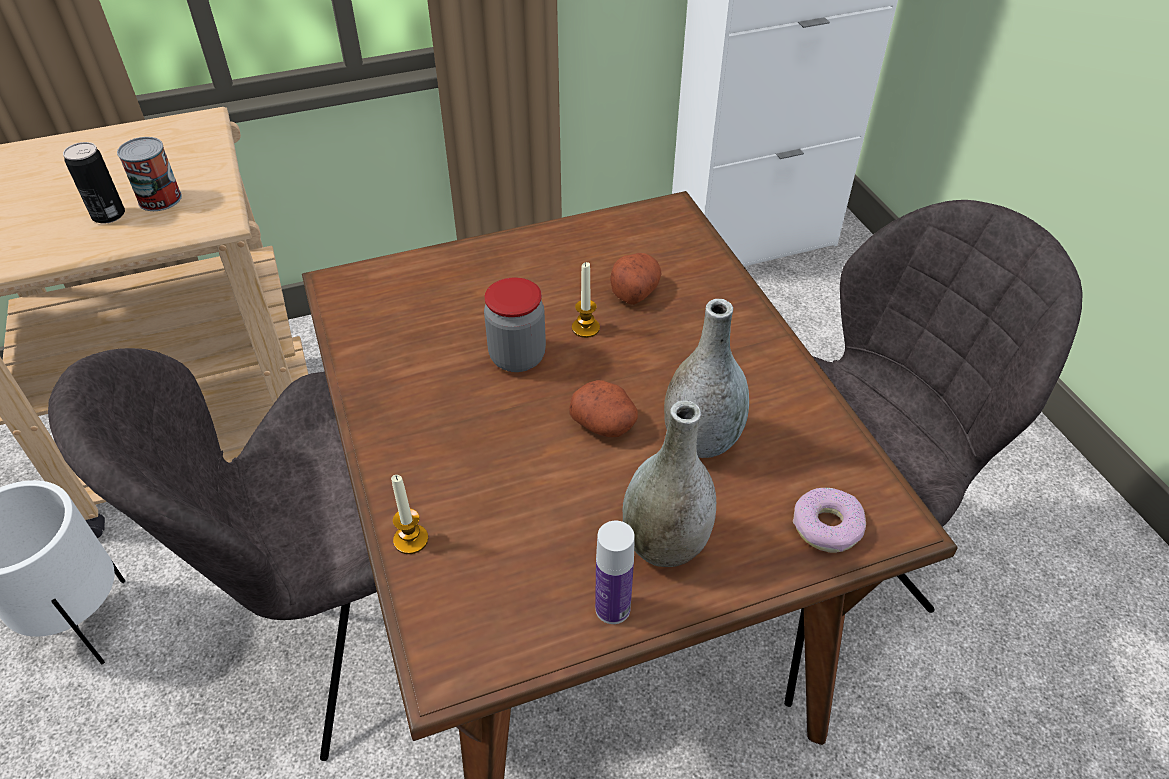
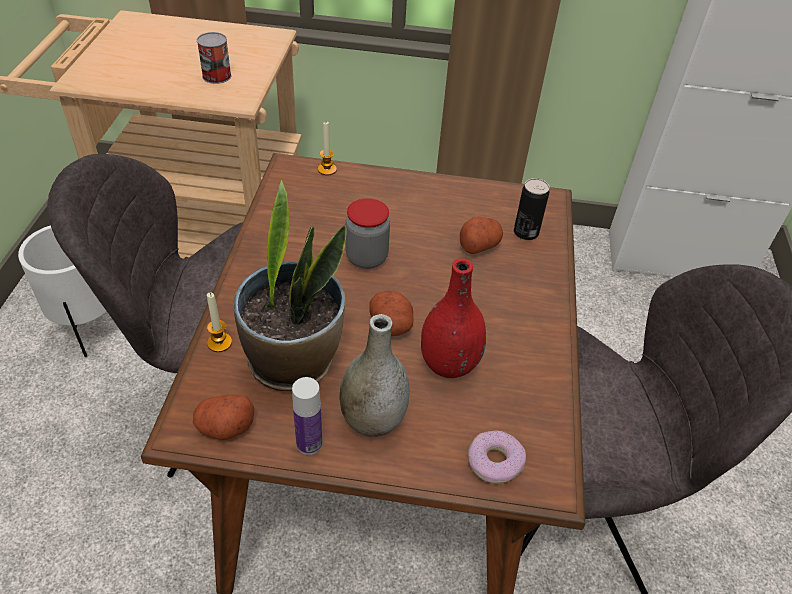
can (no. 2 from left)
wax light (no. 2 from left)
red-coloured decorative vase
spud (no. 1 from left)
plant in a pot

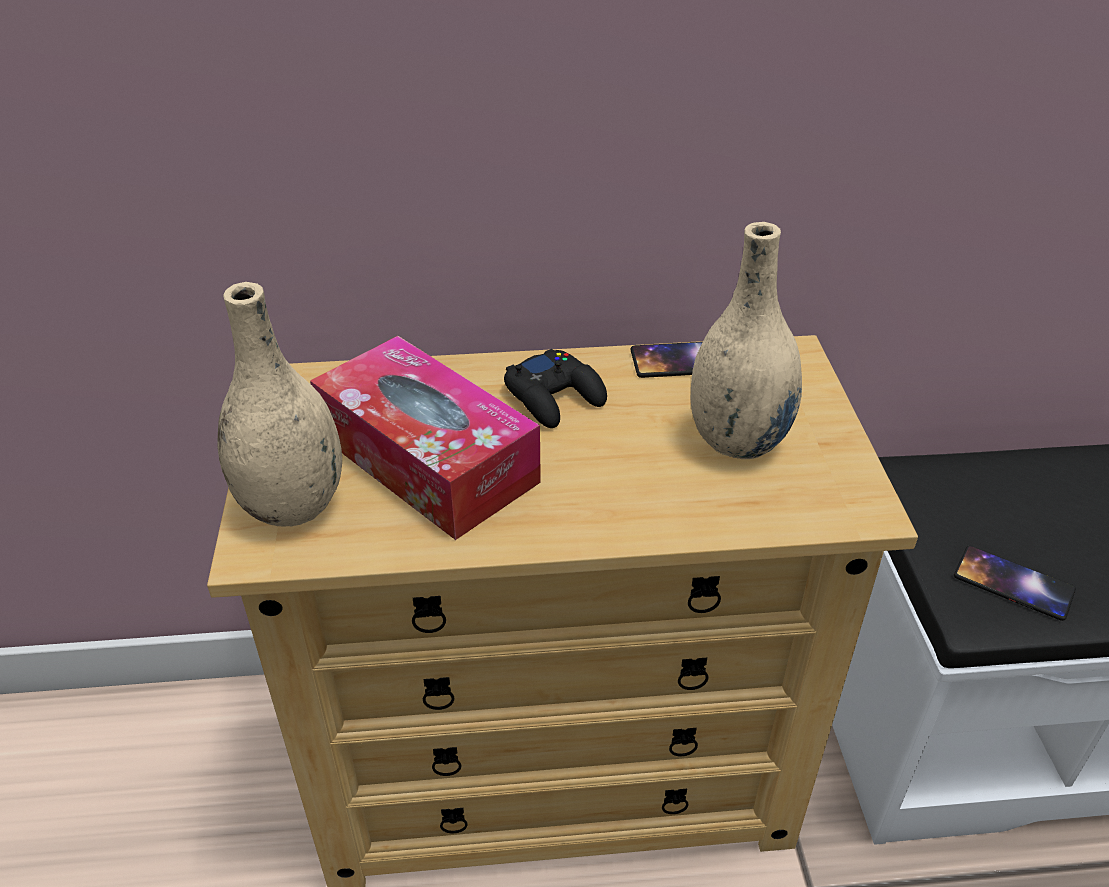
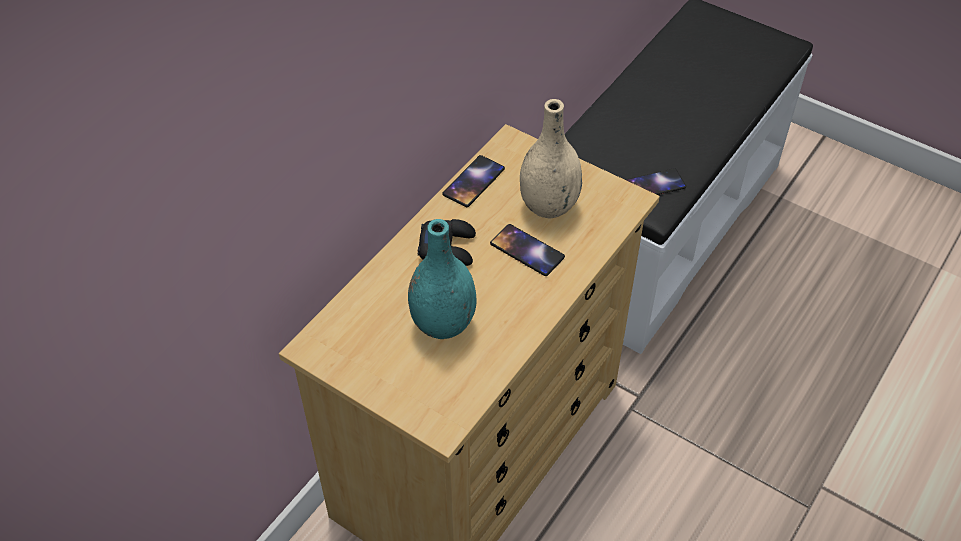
sand-coloured decorative vase (no. 1 from left in the first image)
blue-green decorative vase
handset (no. 2 from left)

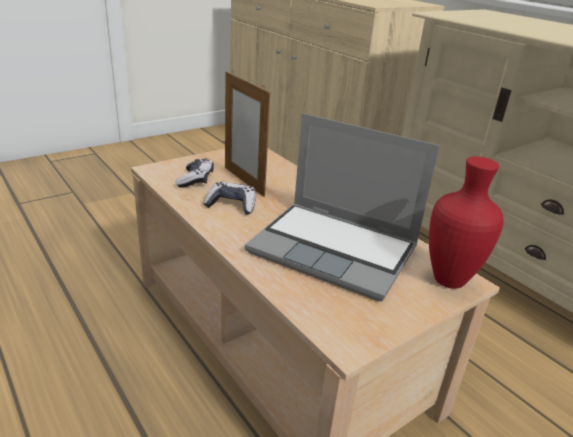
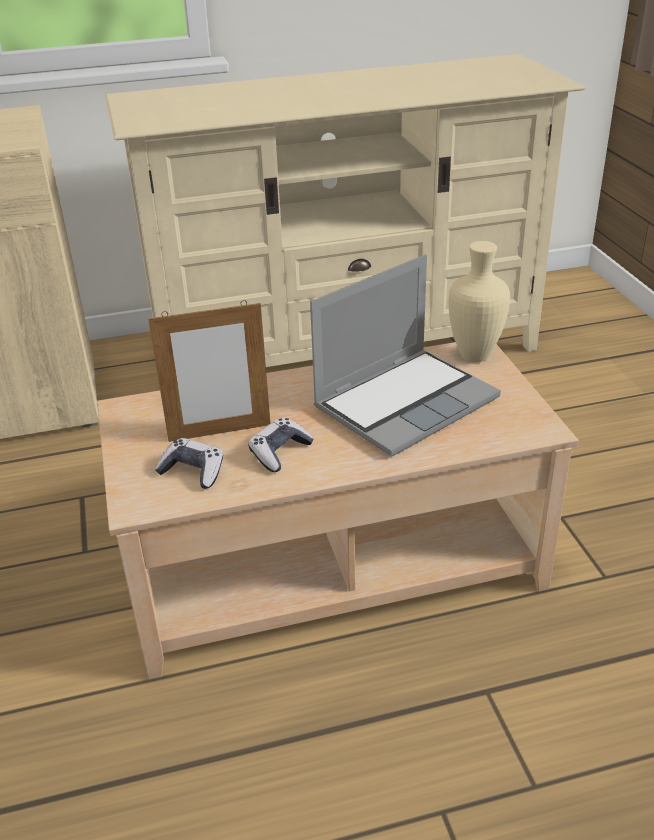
sand-coloured decorative vase

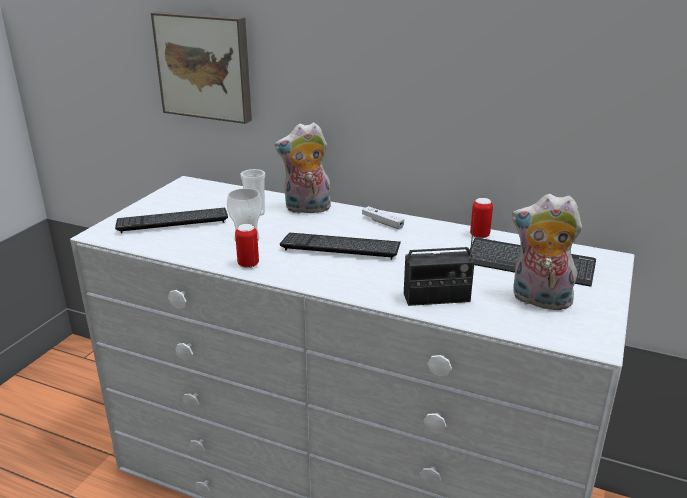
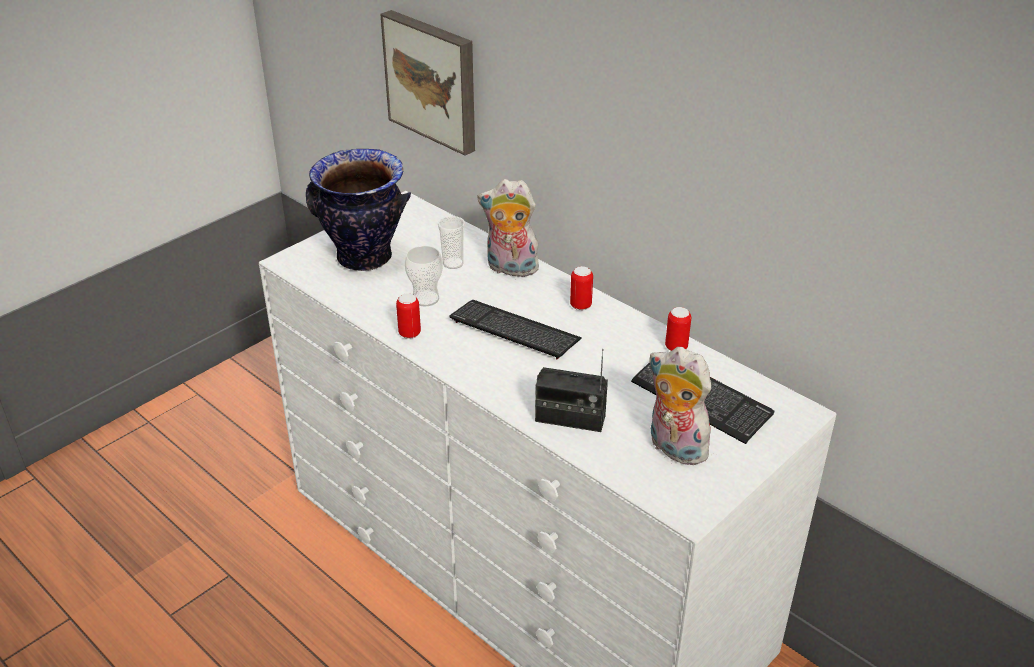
decorative vase
can (no. 2 from left)

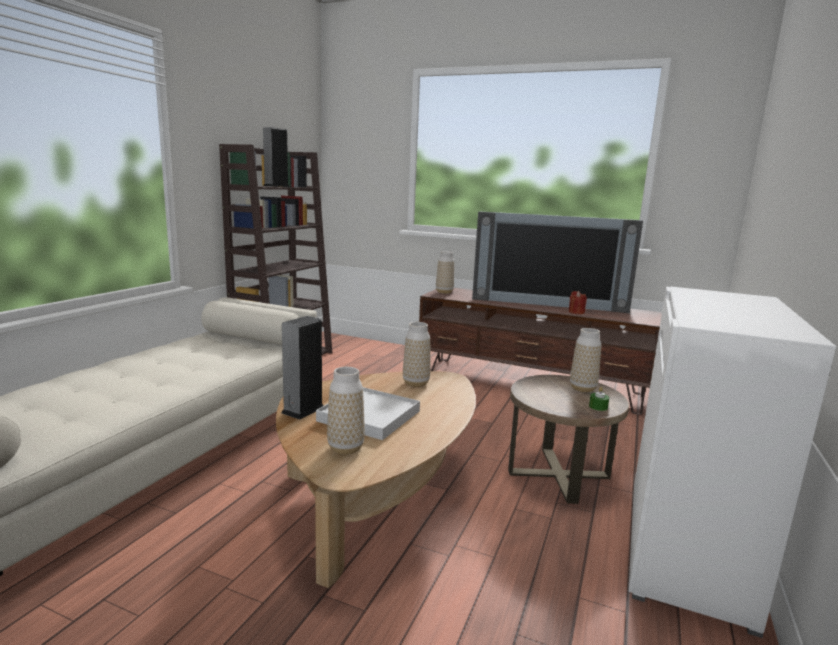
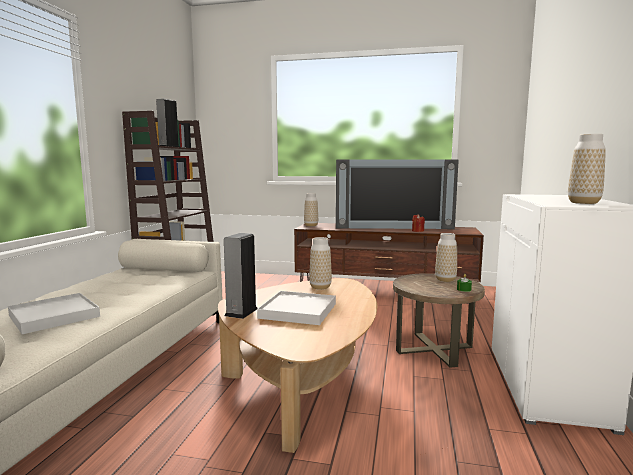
decorative vase (no. 4 from left)
white-coloured serving tray (no. 1 from left)

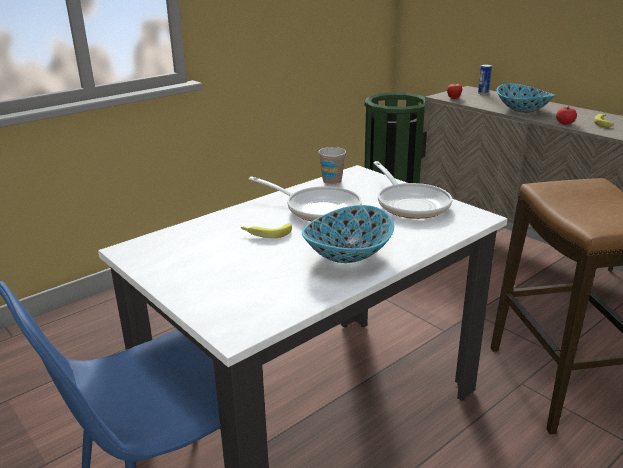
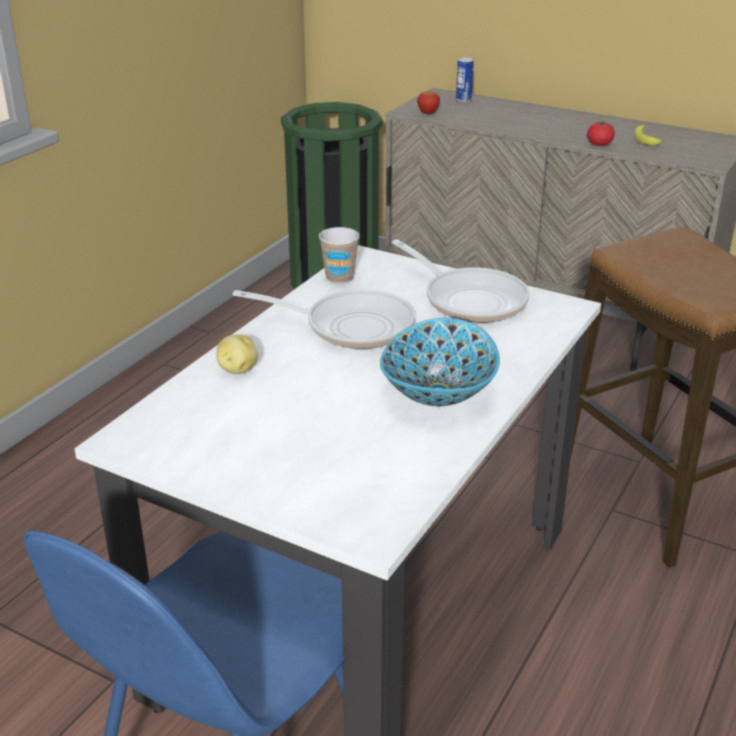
whole banana (no. 1 from left in the first image)
serving bowl (no. 2 from left in the first image)
spud

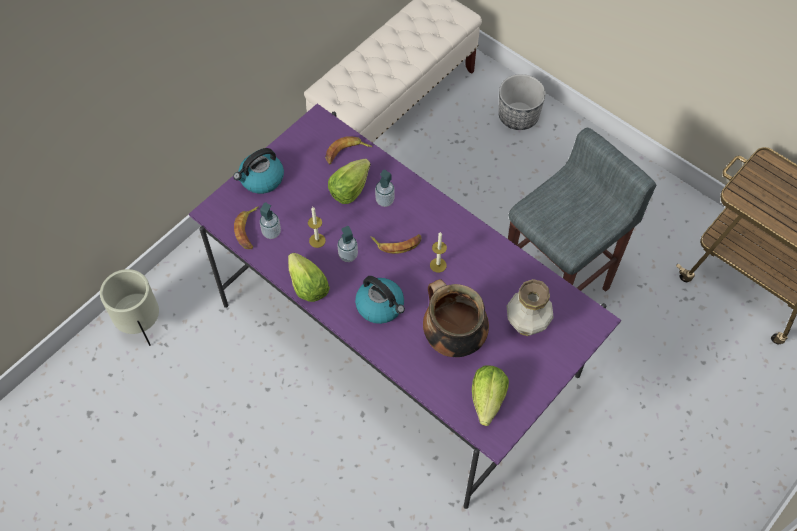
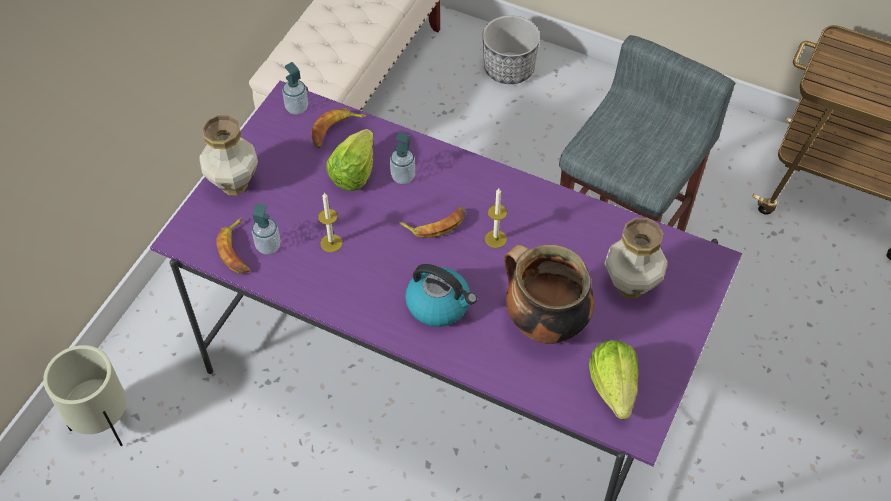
decorative vase (no. 1 from left)
head of lettuce (no. 1 from left in the first image)
soap bottle (no. 2 from left)

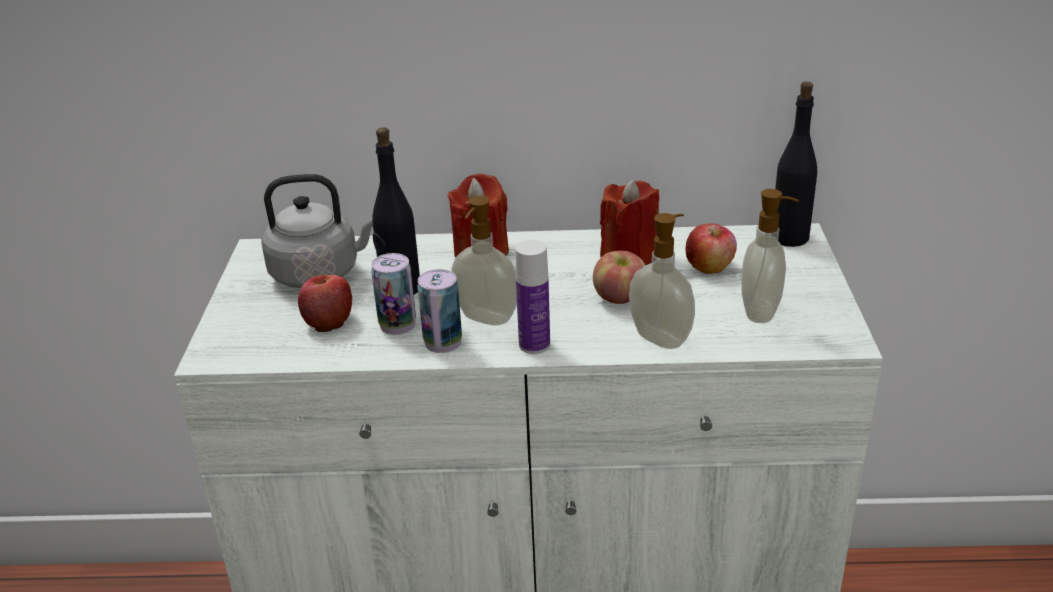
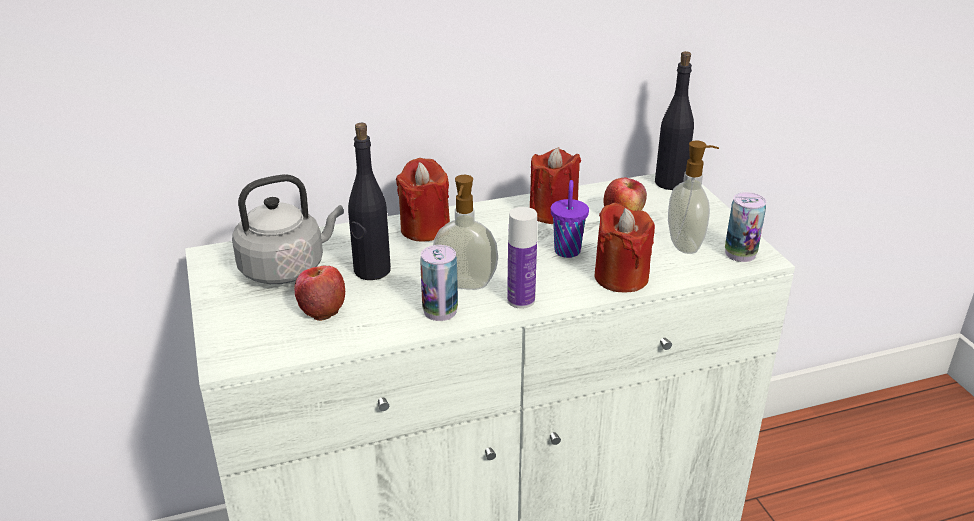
can (no. 2 from left)
purple-coloured small cup
red-coloured wax light (no. 3 from left)

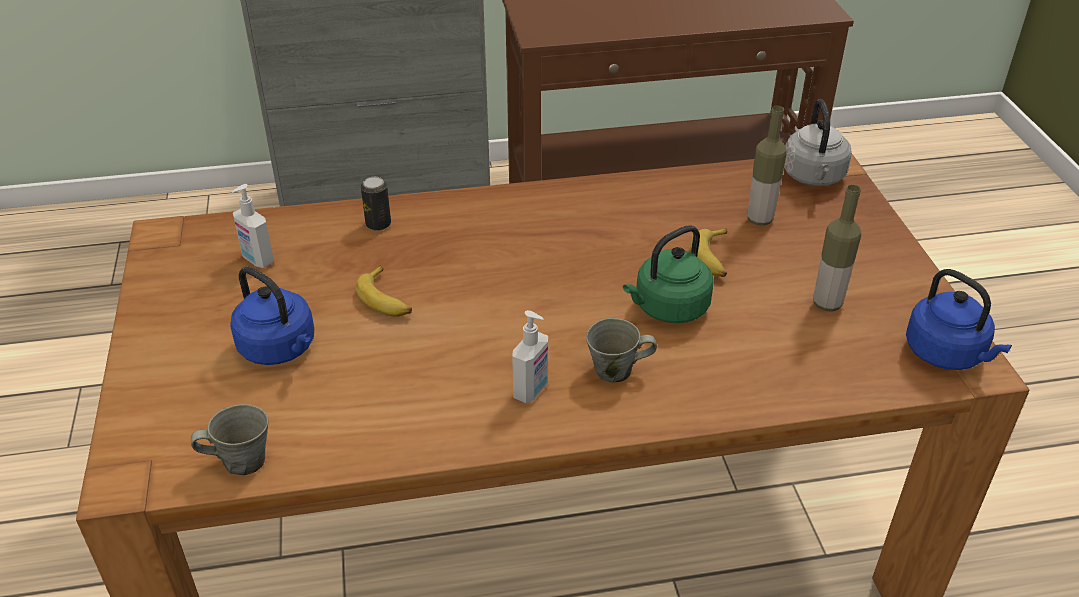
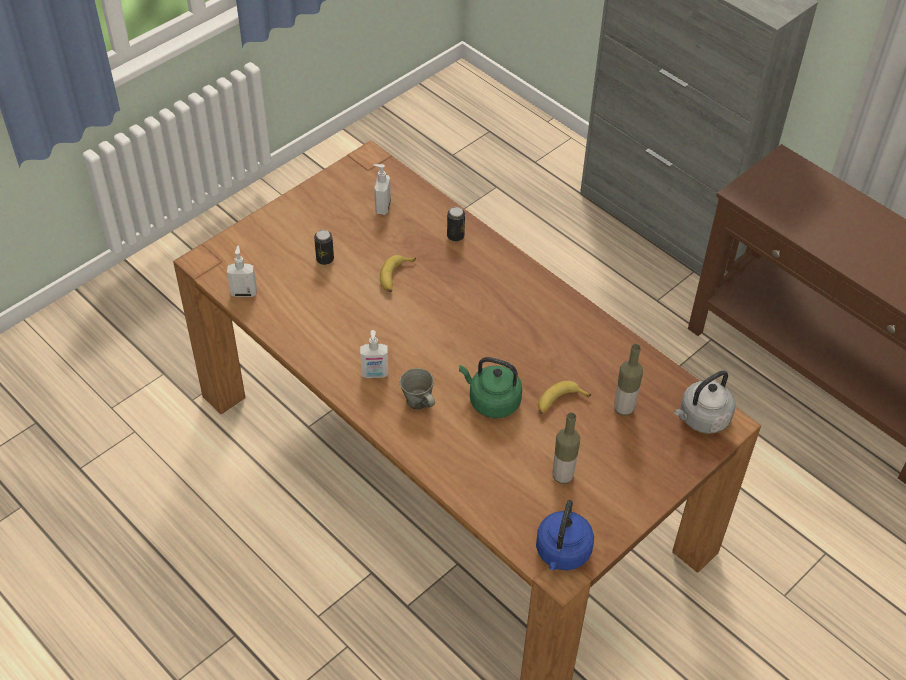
soap bottle (no. 1 from left)
can (no. 1 from left)

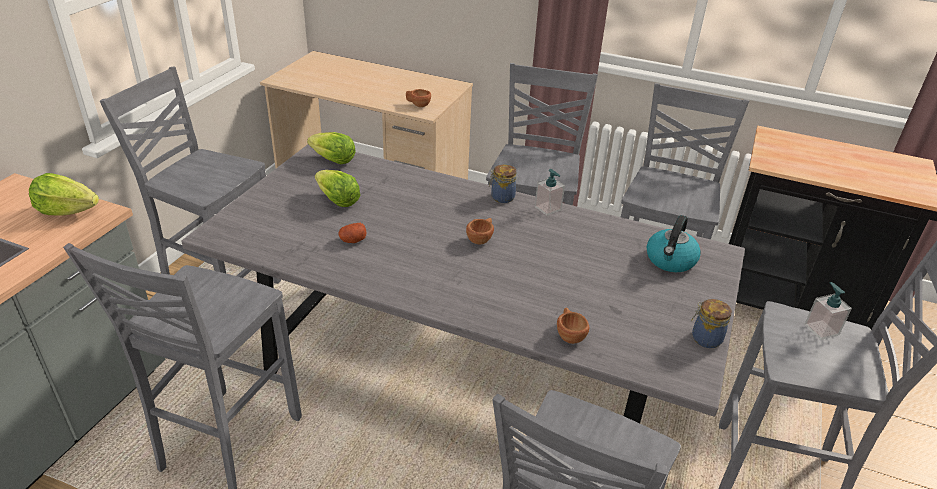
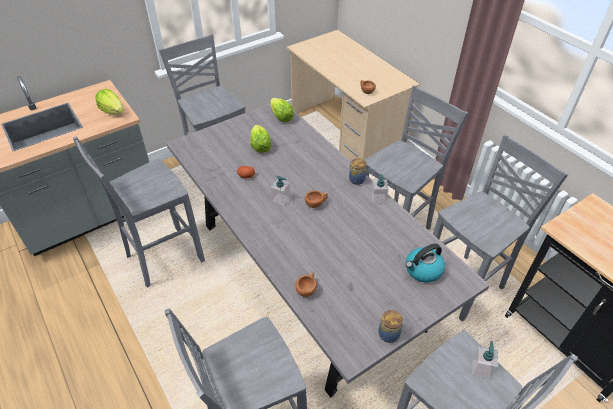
soap bottle (no. 1 from left)

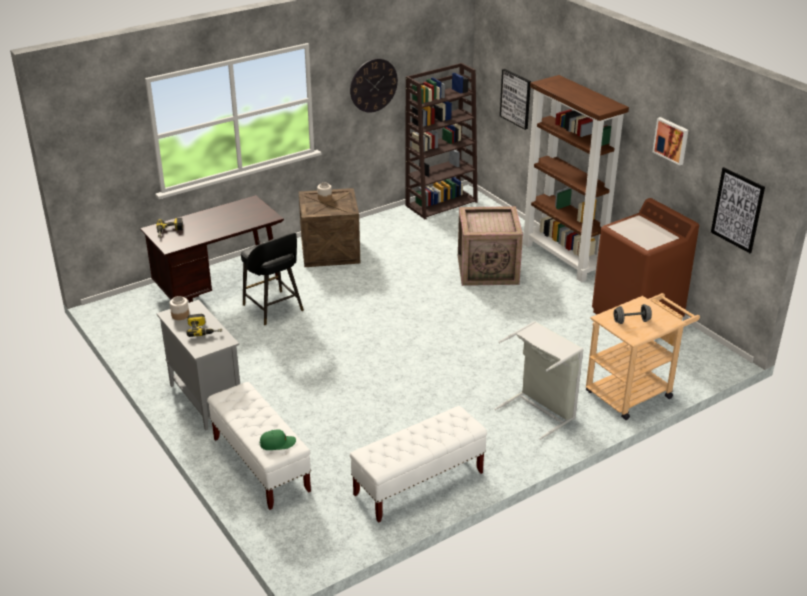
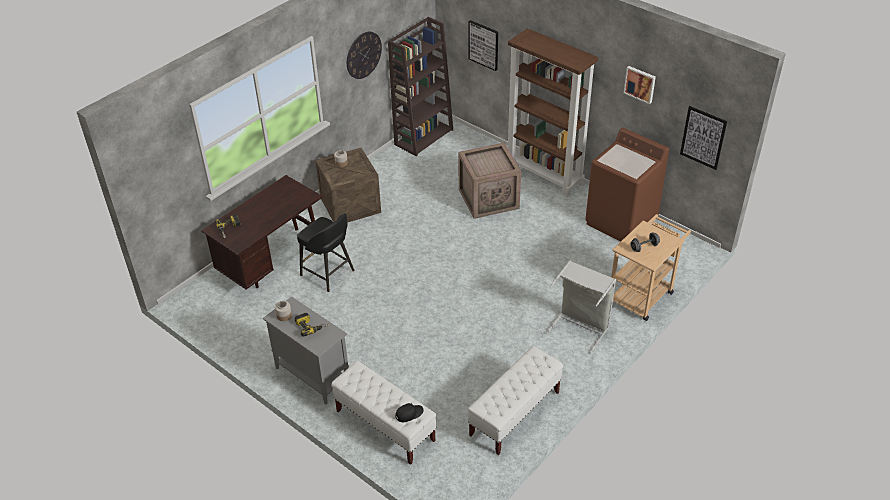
blackish cap

